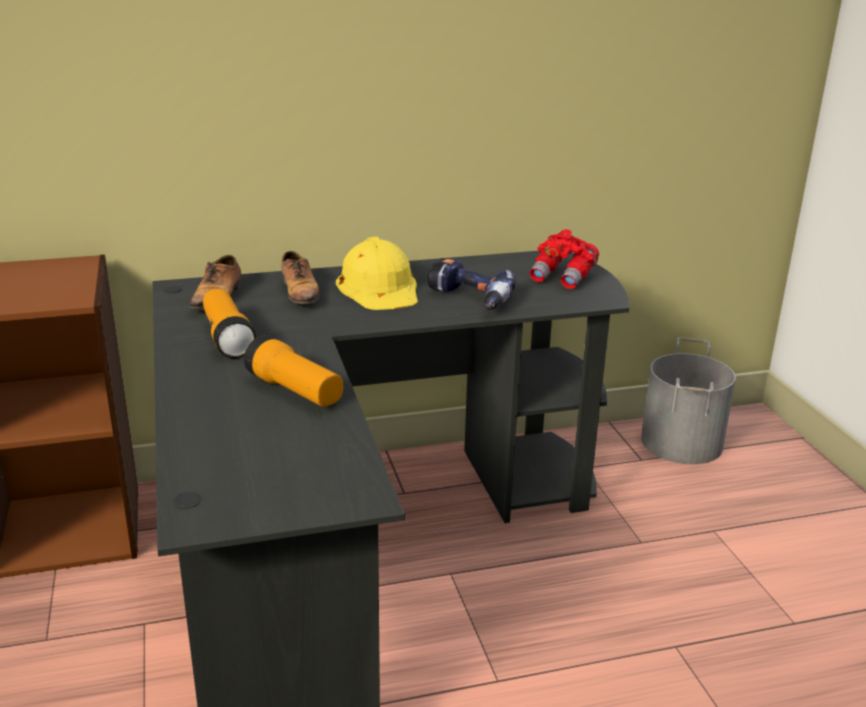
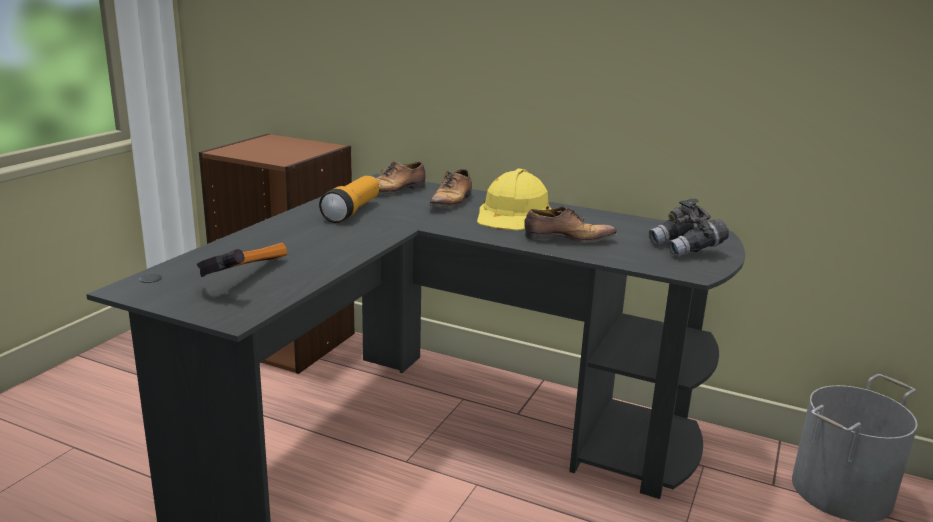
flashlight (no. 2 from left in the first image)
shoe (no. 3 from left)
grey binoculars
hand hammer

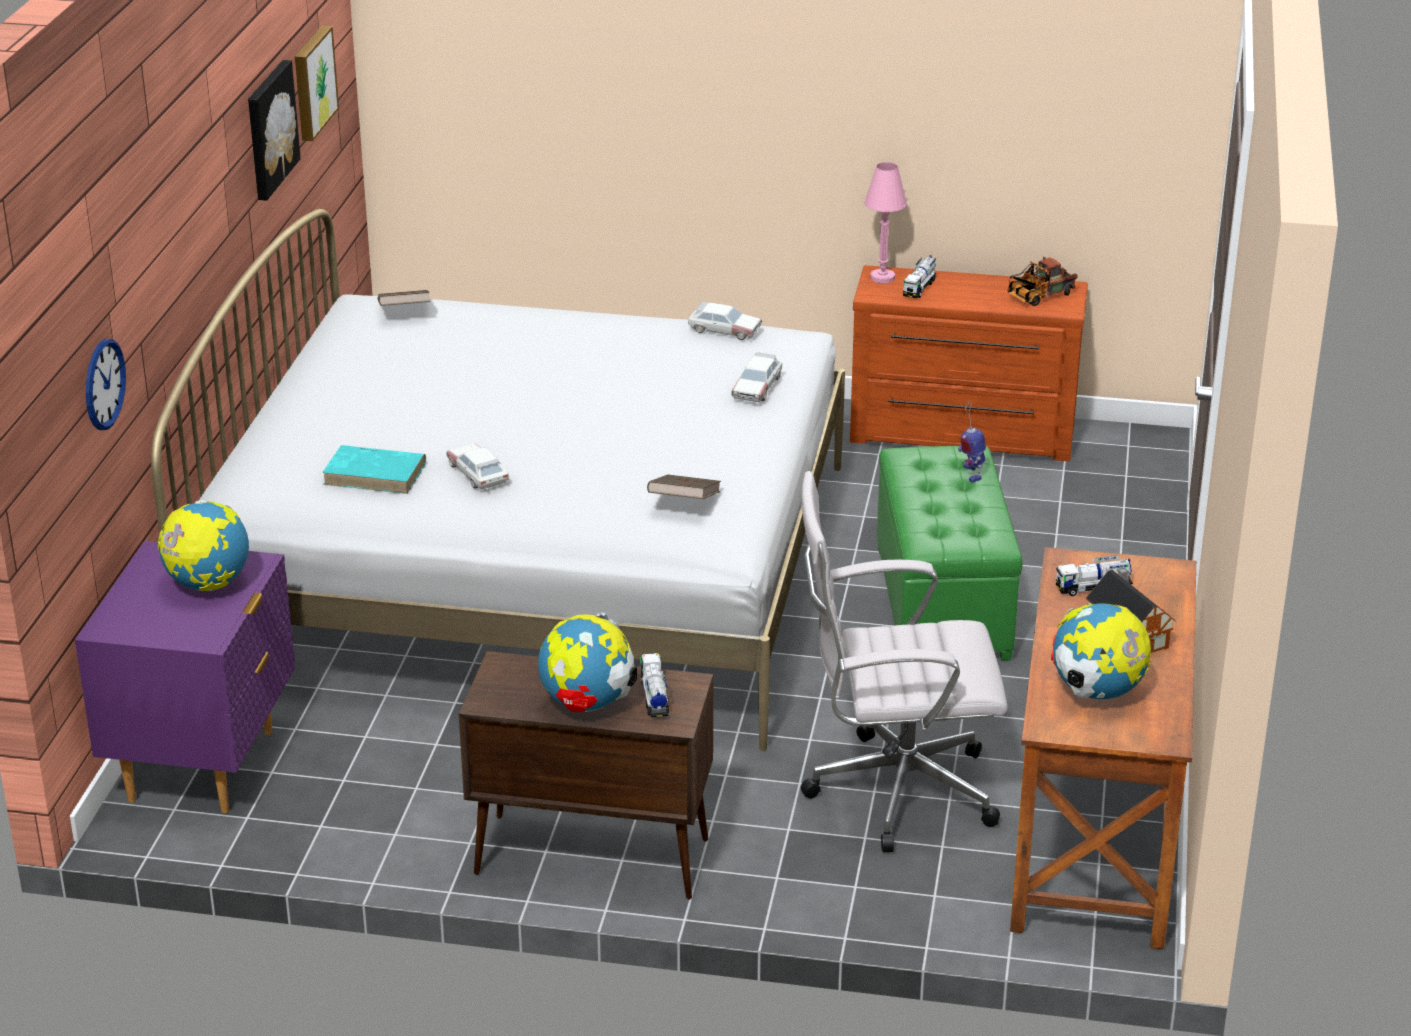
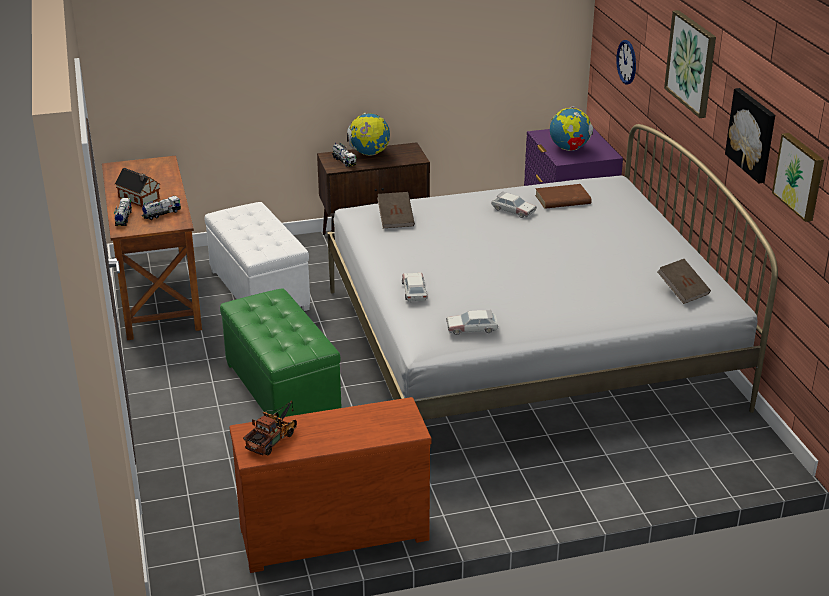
brownish volume (no. 2 from left)
white-coloured pouffe
pinkish tabletop lamp
model truck (no. 1 from left)
toy robot
desk globe (no. 3 from left in the first image)
picture (no. 1 from left)

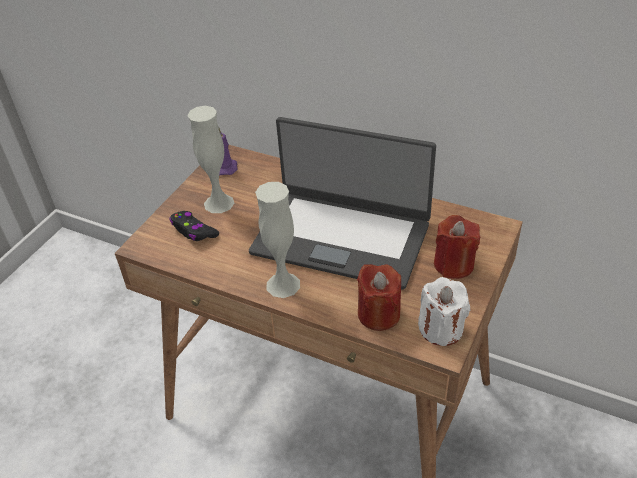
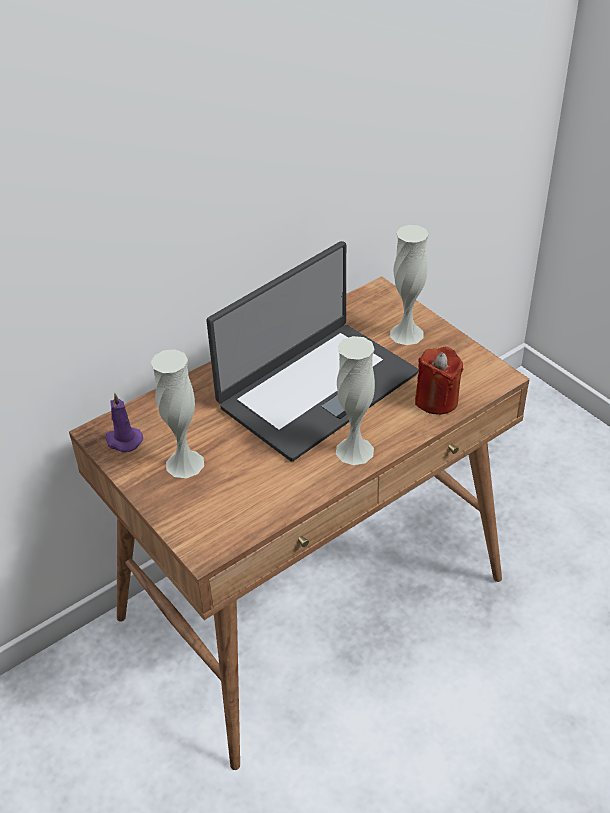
blackish joypad
white-coloured wax light
white-coloured decorative vase (no. 3 from left)

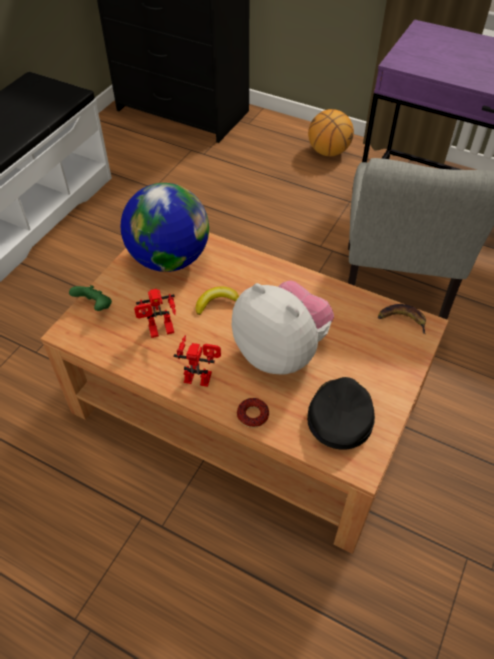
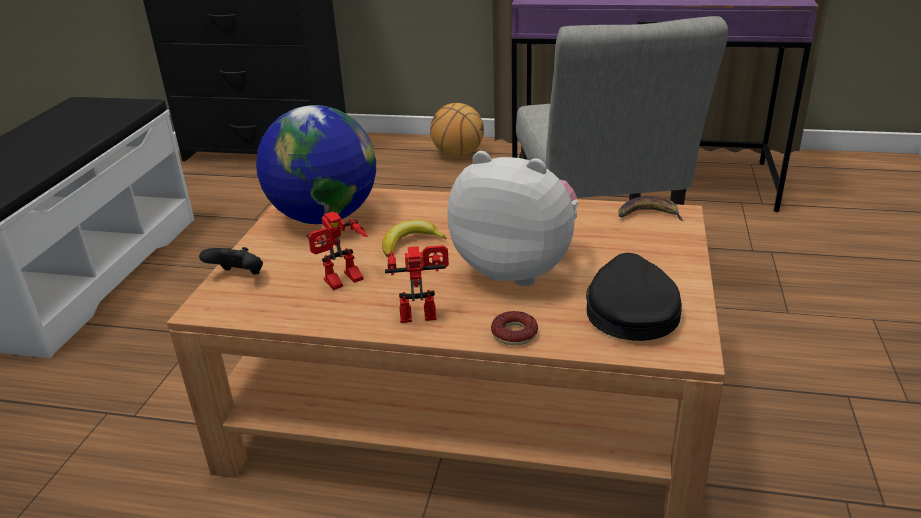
blackish joypad

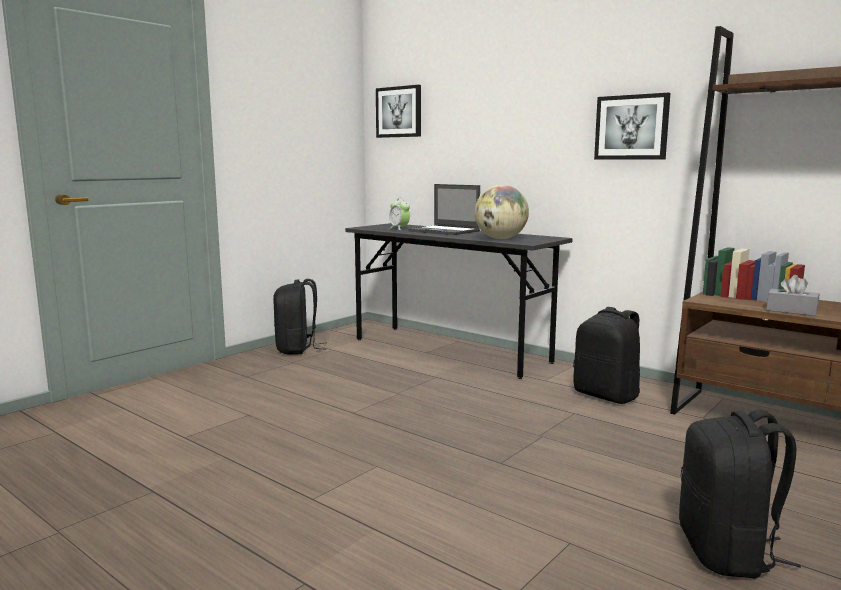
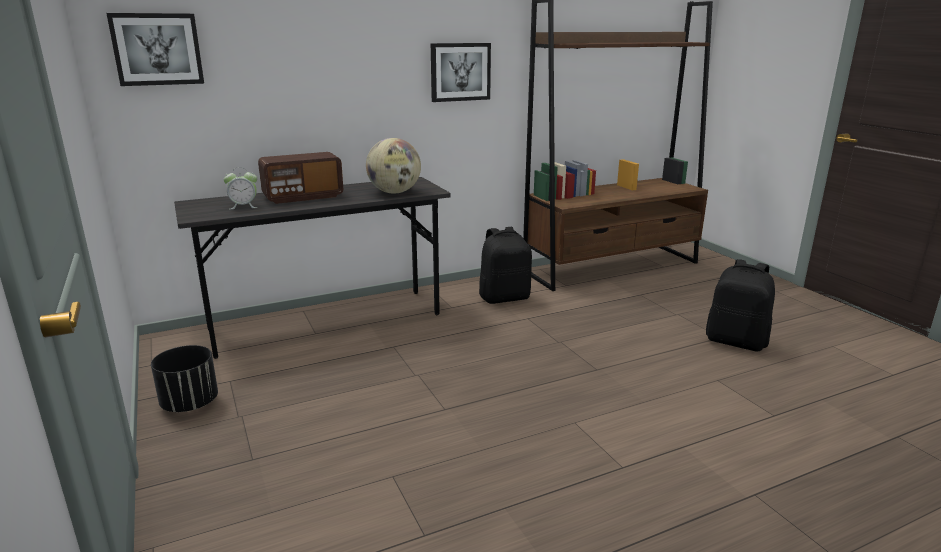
blackish planter
radio receiver
grey box of tissues

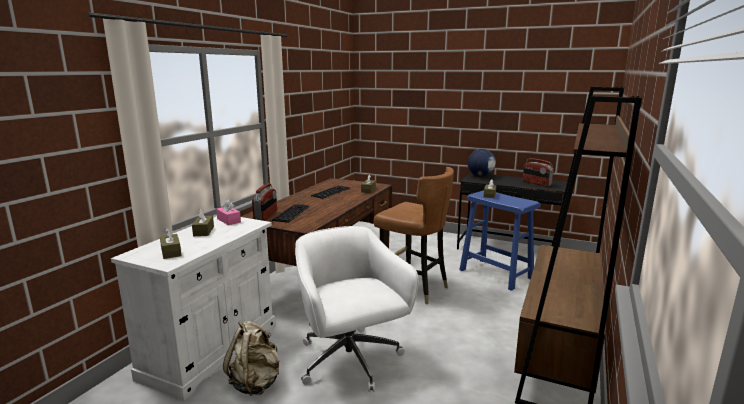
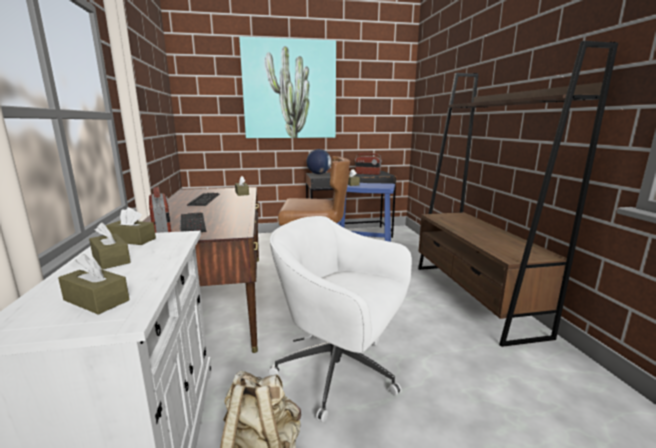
brownish box of tissues (no. 3 from left)
picture

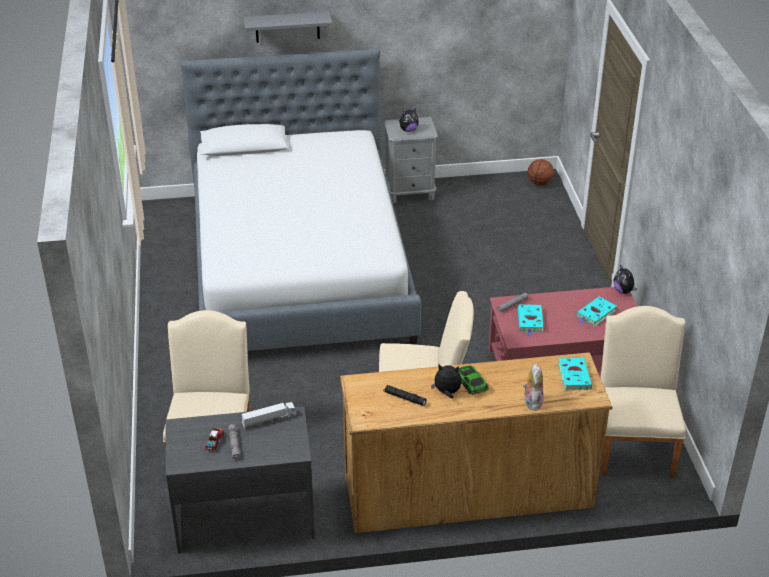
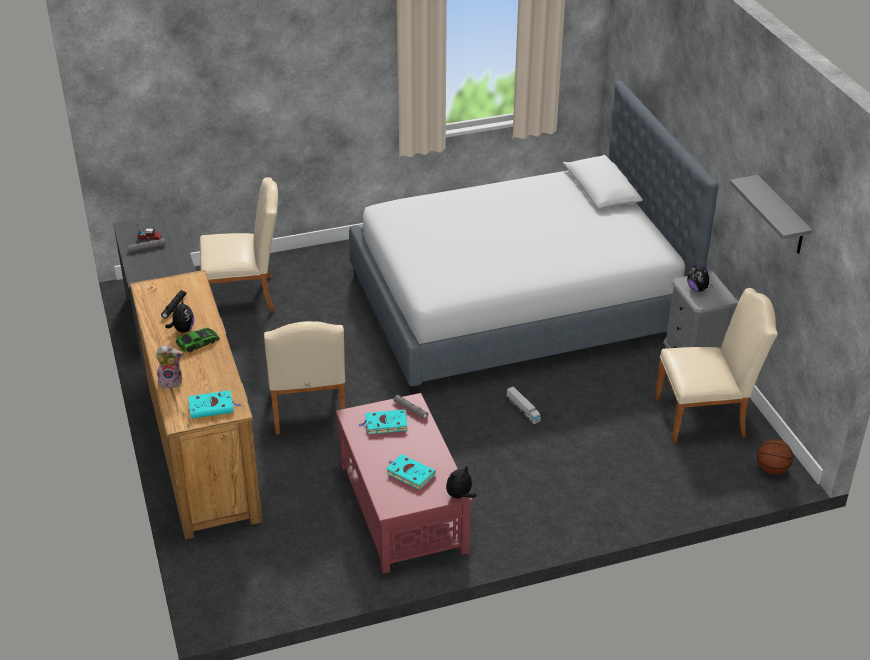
model truck (no. 2 from left)
grey shelf
sand-coloured upright chair (no. 3 from left)

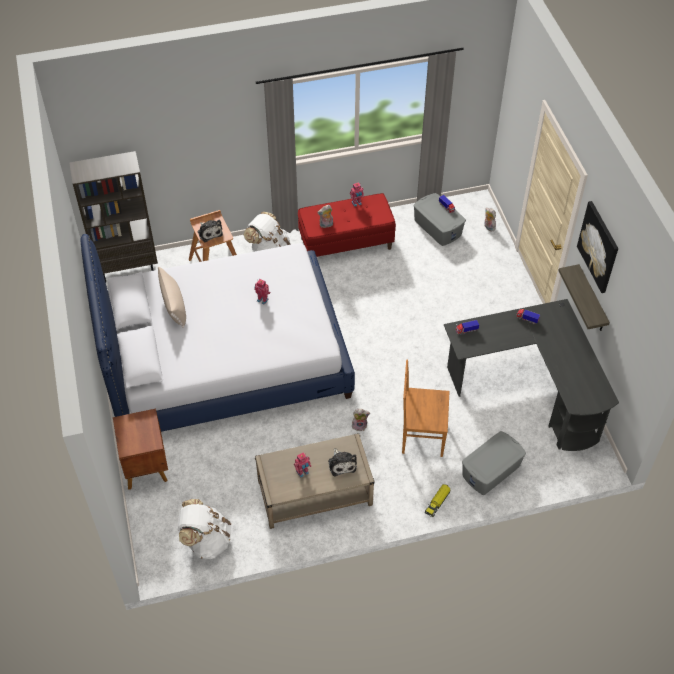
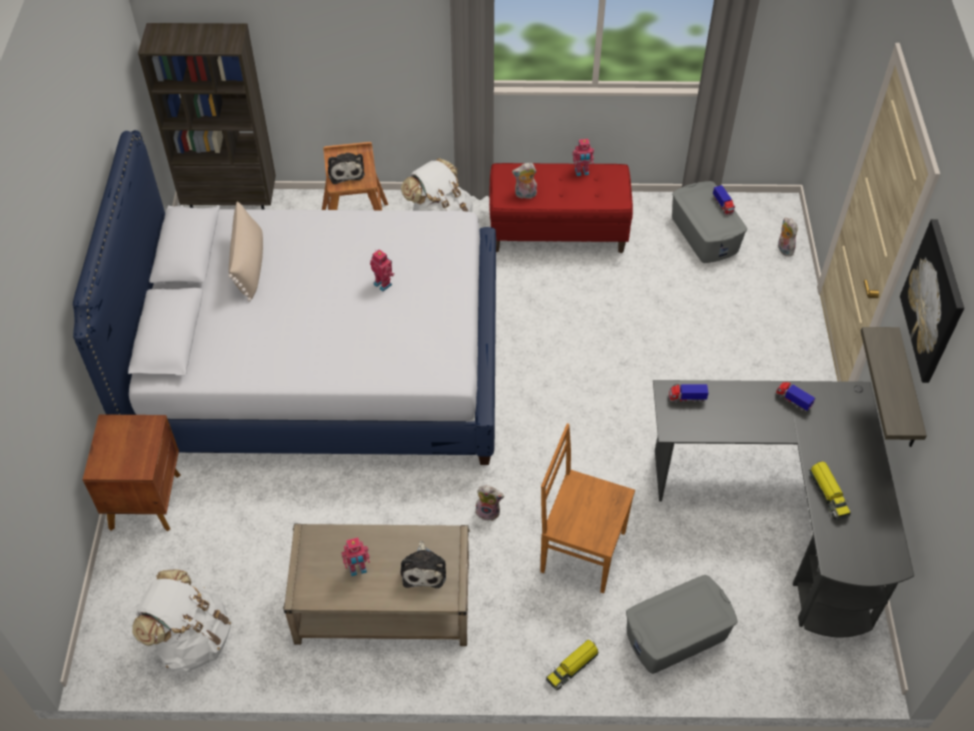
model truck (no. 5 from left)

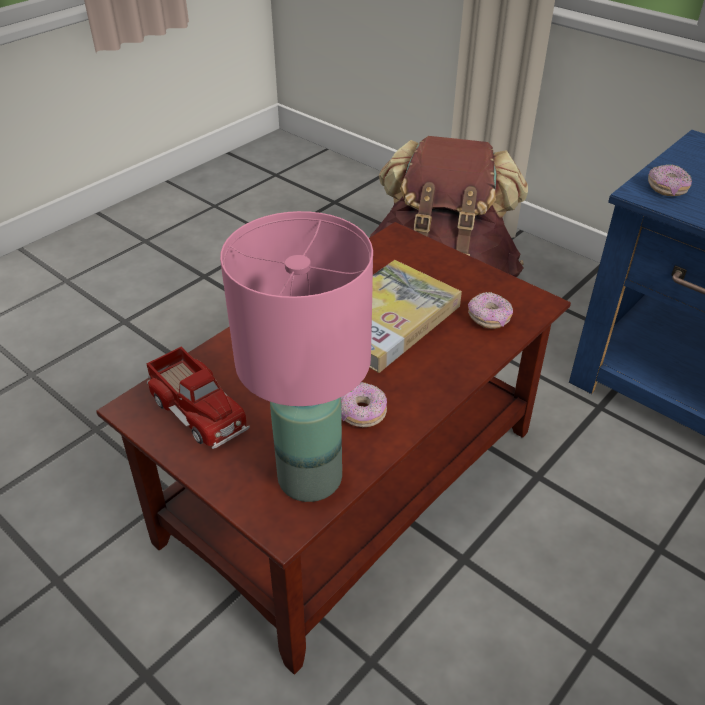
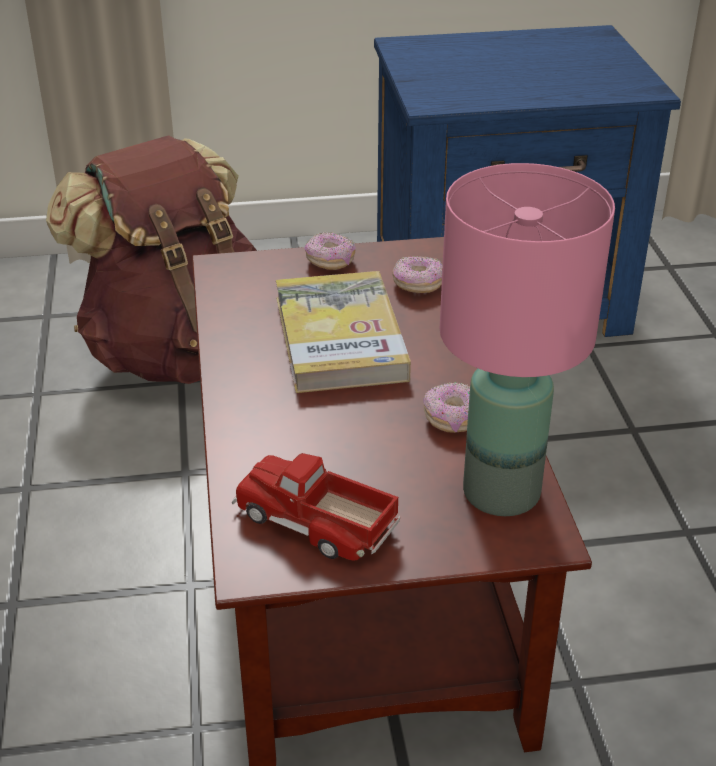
model truck
doughnut (no. 1 from left)

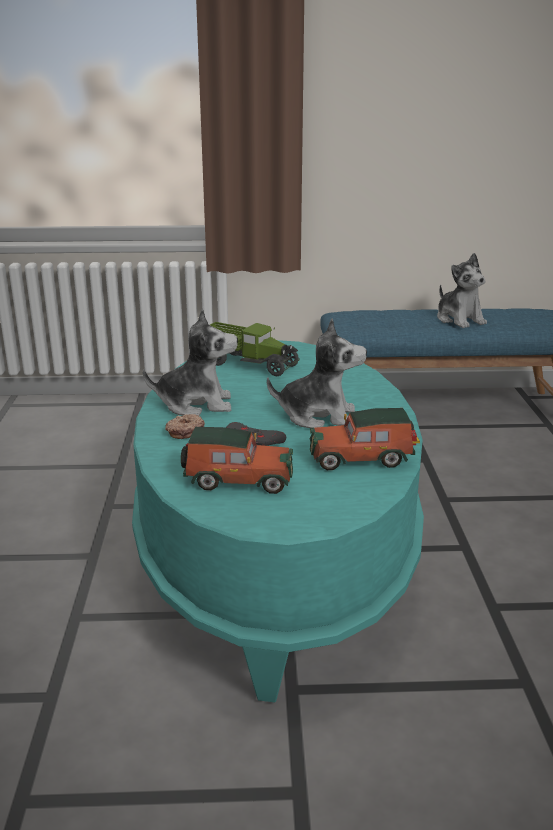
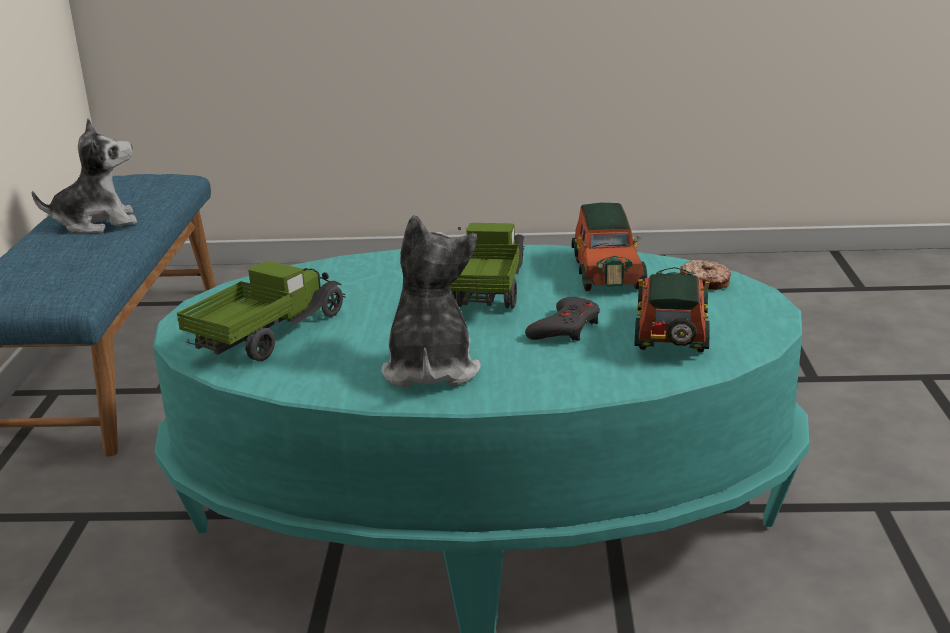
doughnut
model truck (no. 2 from left)

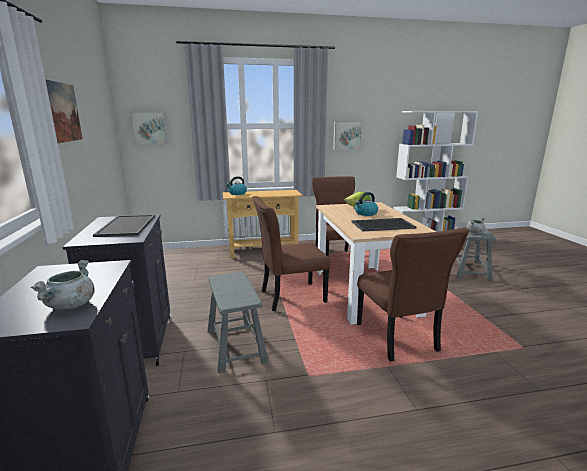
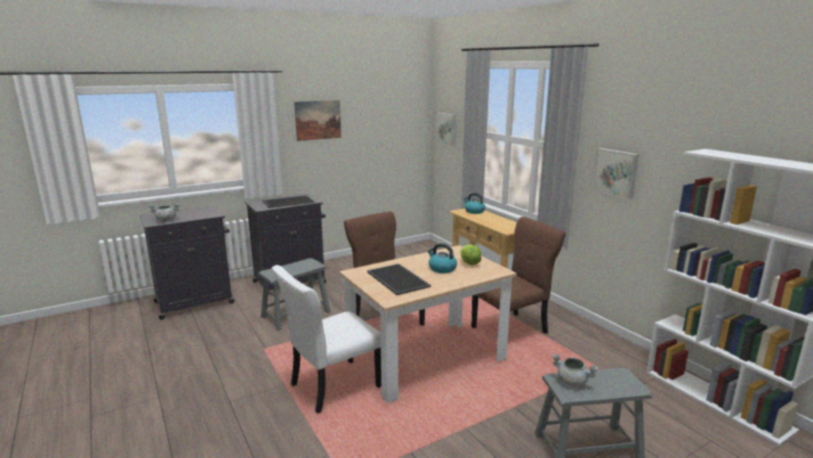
white-coloured upright chair

